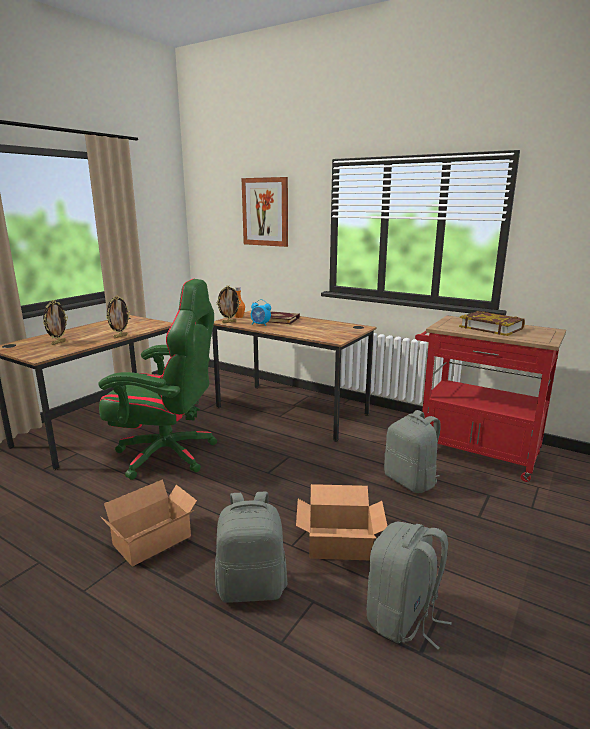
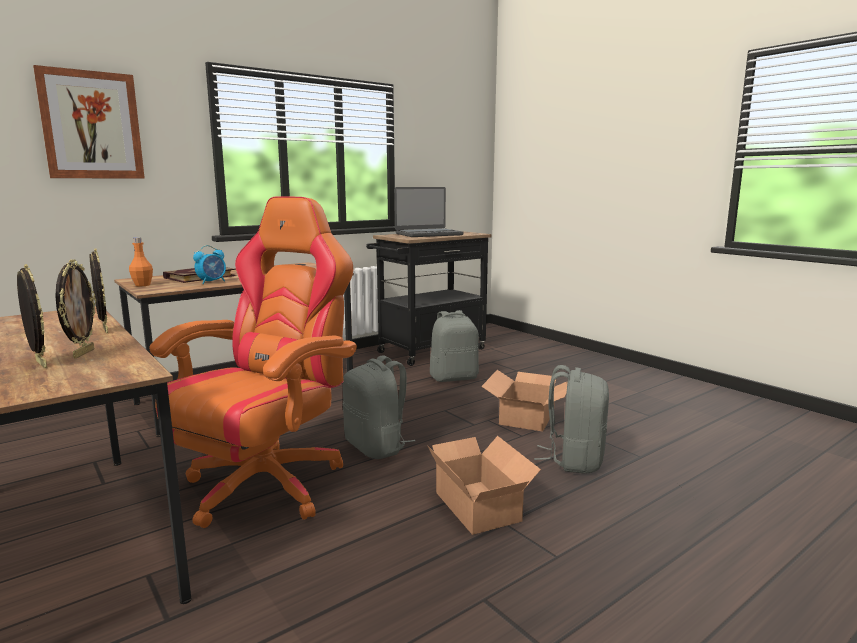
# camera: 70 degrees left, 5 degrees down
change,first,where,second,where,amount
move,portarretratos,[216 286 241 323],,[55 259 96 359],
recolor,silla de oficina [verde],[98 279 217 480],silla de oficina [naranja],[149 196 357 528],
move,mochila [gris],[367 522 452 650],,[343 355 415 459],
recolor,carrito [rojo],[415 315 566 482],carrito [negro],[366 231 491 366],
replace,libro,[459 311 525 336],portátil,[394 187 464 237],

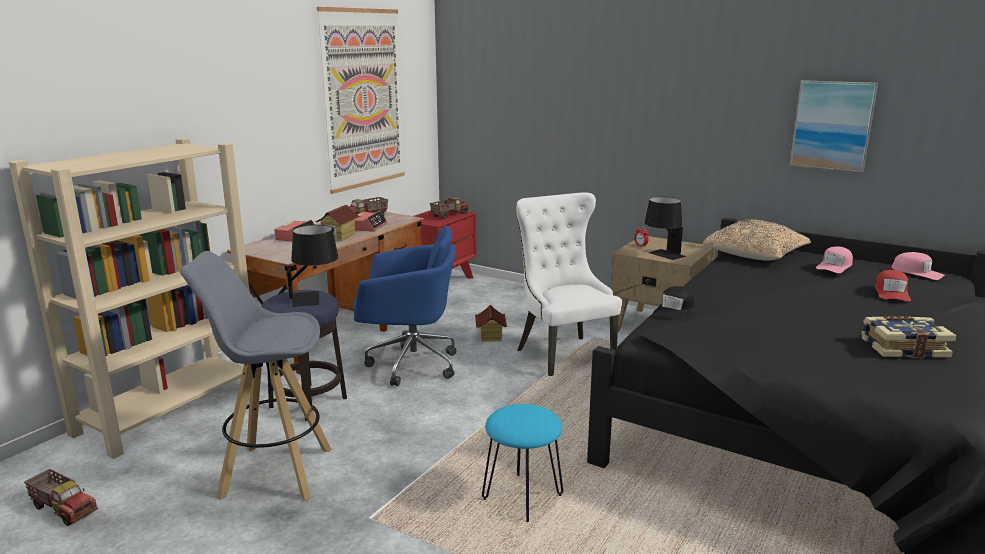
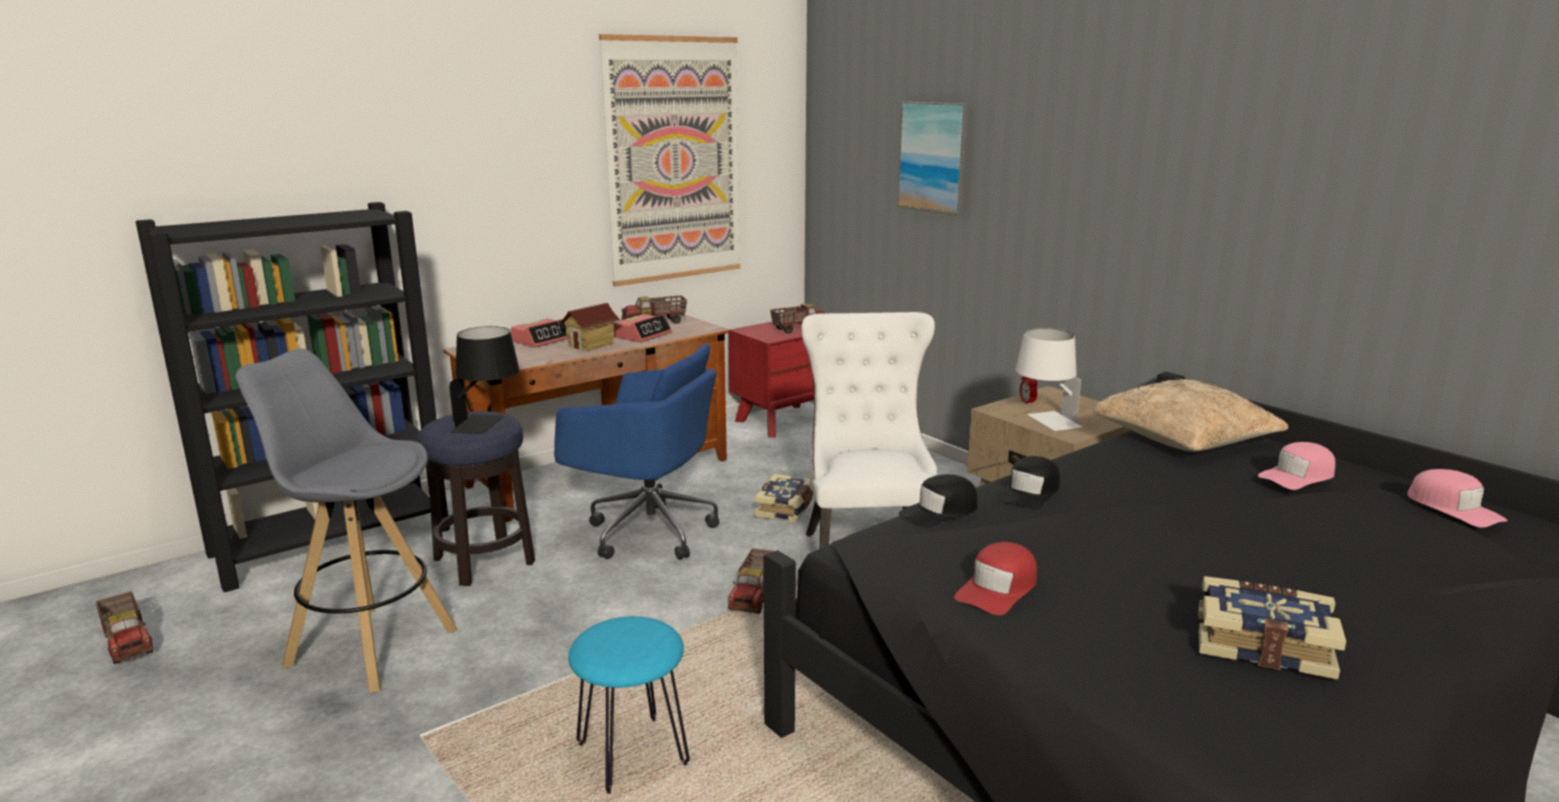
# camera: 20 degrees right, 0 degrees up
change,first,where,second,where,amount
recolor,estantería [beis],[9 138 250 459],estantería [negro],[136 202 450 592],
insert,,,camión de juguete,[728 548 774 614],
replace,casita,[475 305 507 342],libro,[754 474 814 523],
move,cuadro,[790 80 878 173],,[897 102 969 216],
move,gorra [rojo],[875 270 911 301],,[954 542 1037 615],
insert,,,gorra [negro],[997 456 1060 510],
recolor,lámpara de mesa [negro],[644 197 686 260],lámpara de mesa [blanco],[1016 328 1082 431],

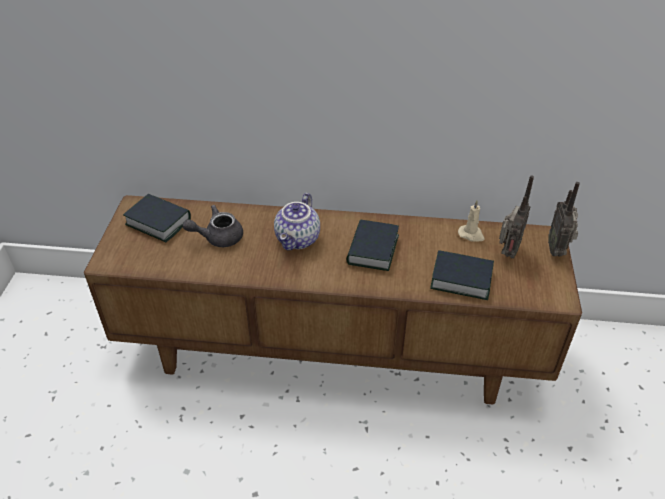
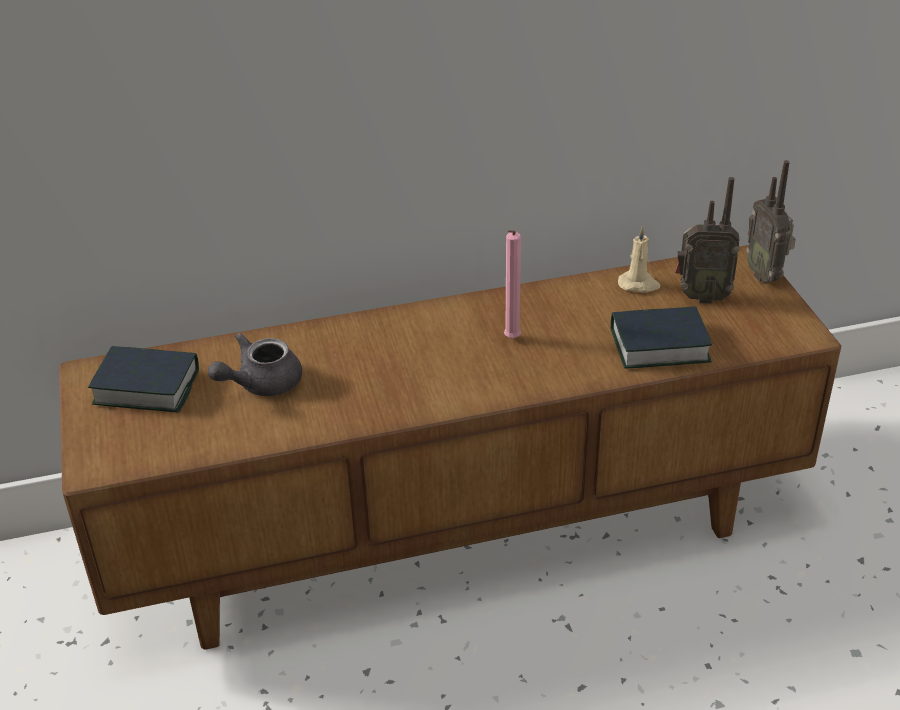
# camera: 20 degrees left, 5 degrees down
change,first,where,second,where,amount
replace,libro,[347 219 399 271],vela [rosa],[504 230 521 339],
rotate,radio,[499 175 534 259],,[675 177 740 304],90 degrees clockwise
delete,tetera,[274 193 320 250],,,

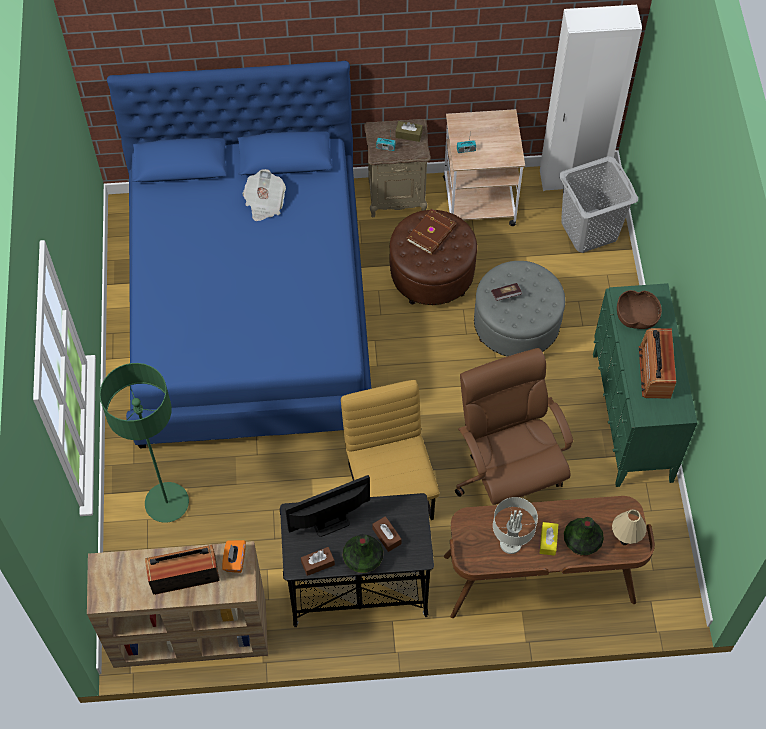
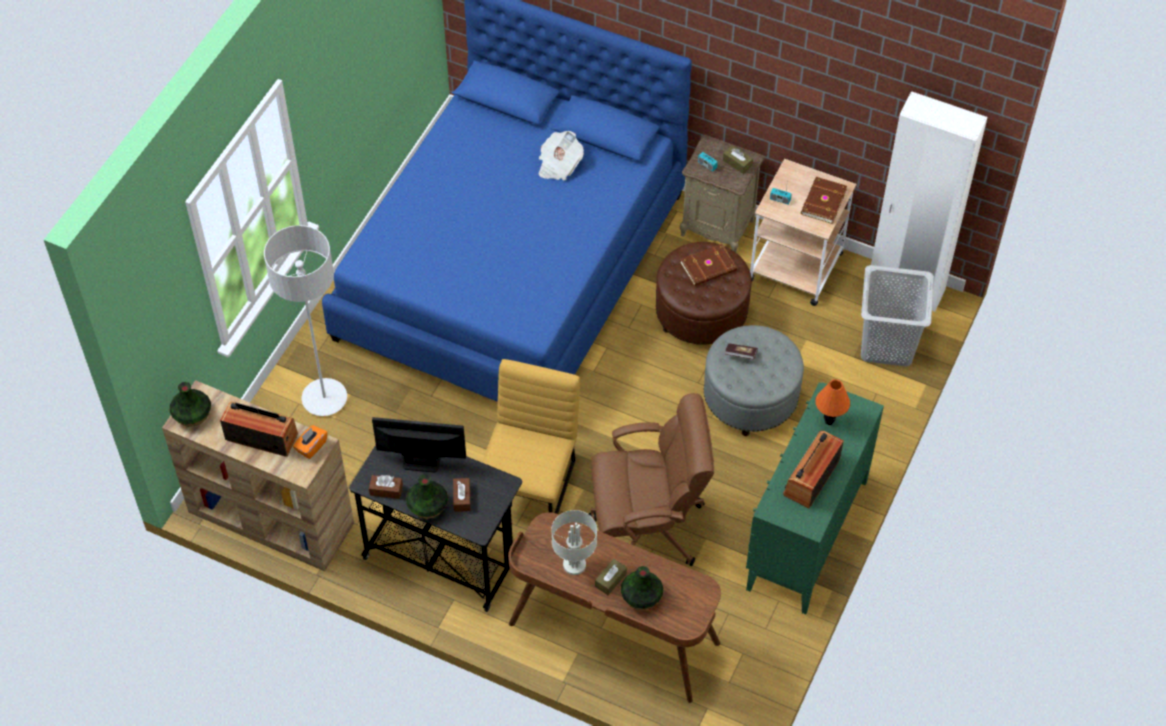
# camera: 30 degrees right, 5 degrees down
change,first,where,second,where,amount
insert,,,florero,[170 382 211 427],
recolor,lámpara de pie [verde],[99 363 189 523],lámpara de pie [gris],[264 225 347 416],
rotate,silla de oficina [marrón],[455 348 573 505],,[589 393 714 566],75 degrees clockwise
recolor,caja de pañuelos [amarillo],[540 522 558 556],caja de pañuelos [marrón],[595 559 627 595],
insert,,,libro [marrón],[801 177 847 224],
replace,cuenco [marrón],[617 290 662 329],lámpara de mesa [naranja],[815 379 850 425],
delete,lámpara de mesa [beis],[612 509 646 545],,,

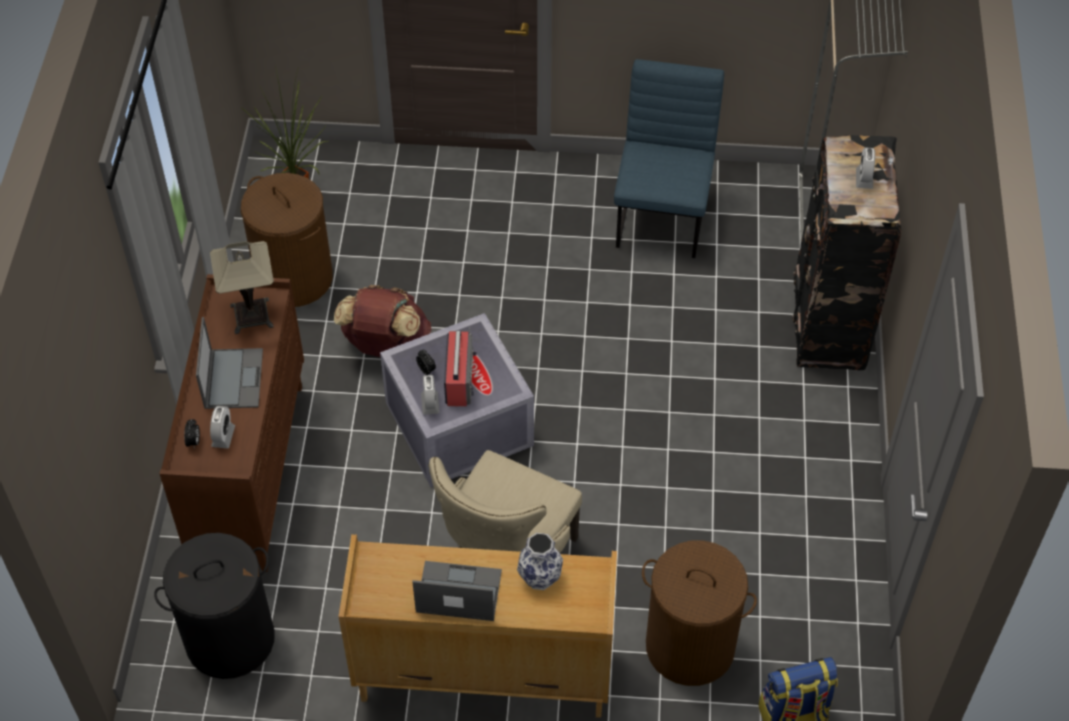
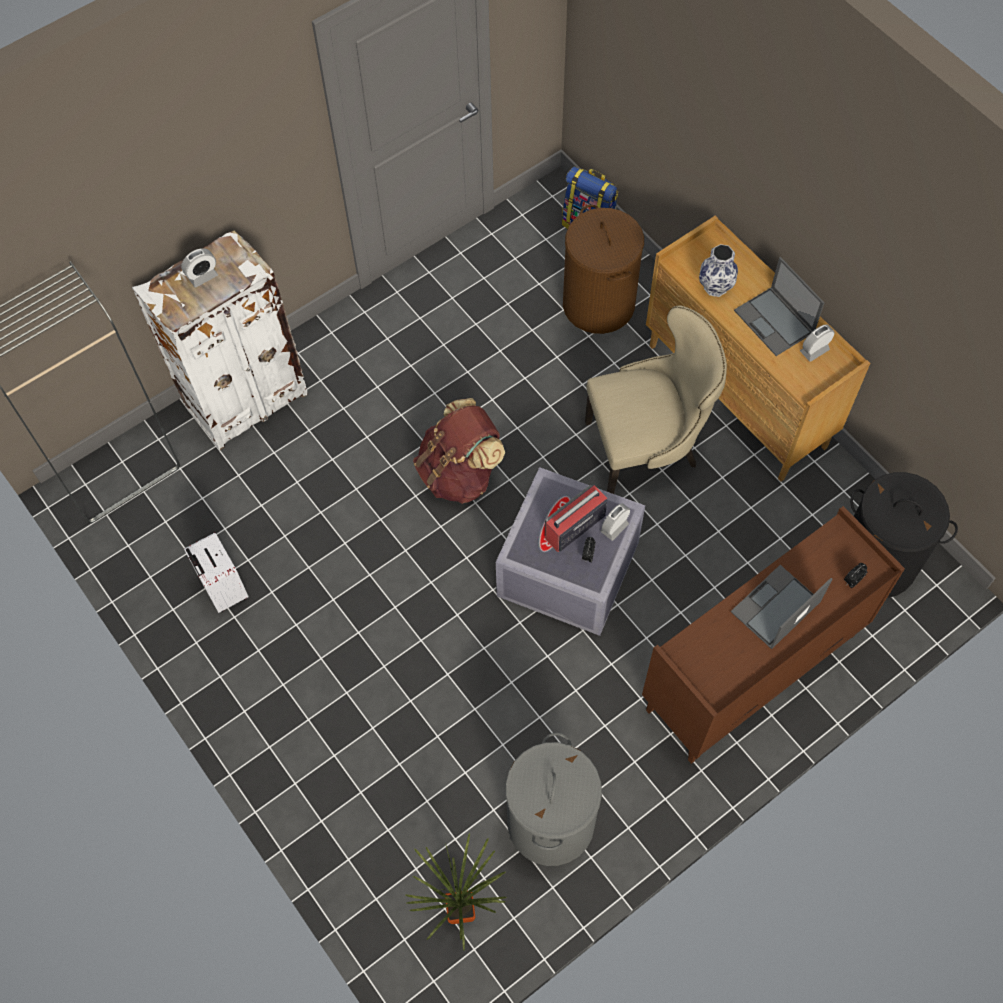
# camera: 130 degrees left, 10 degrees up
change,first,where,second,where,amount
recolor,armario [negro],[792 135 901 370],armario [blanco],[132 231 307 450],
replace,silla [azul],[614 59 724 258],maleta [blanco],[184 532 248 613],
move,mochila [marrón],[334 285 431 357],,[413 398 505 504],
recolor,cesto de la ropa [marrón],[241 173 333 307],cesto de la ropa [gris],[505 733 602 866],
move,despertador,[210 406 235 449],,[800 325 835 362],
delete,lámpara de mesa,[210 241 274 334],,,

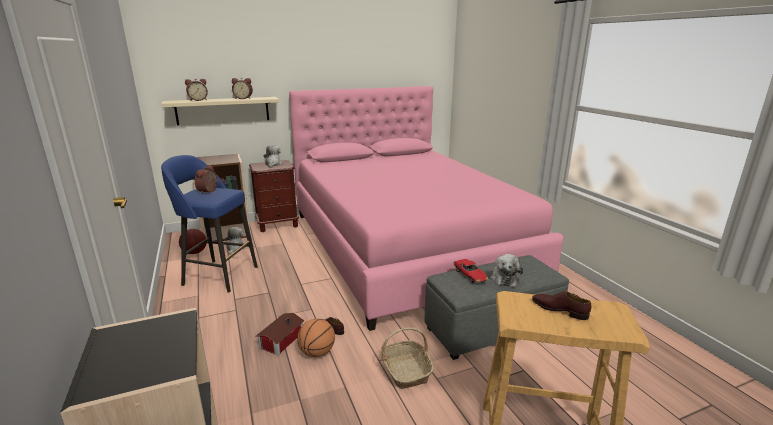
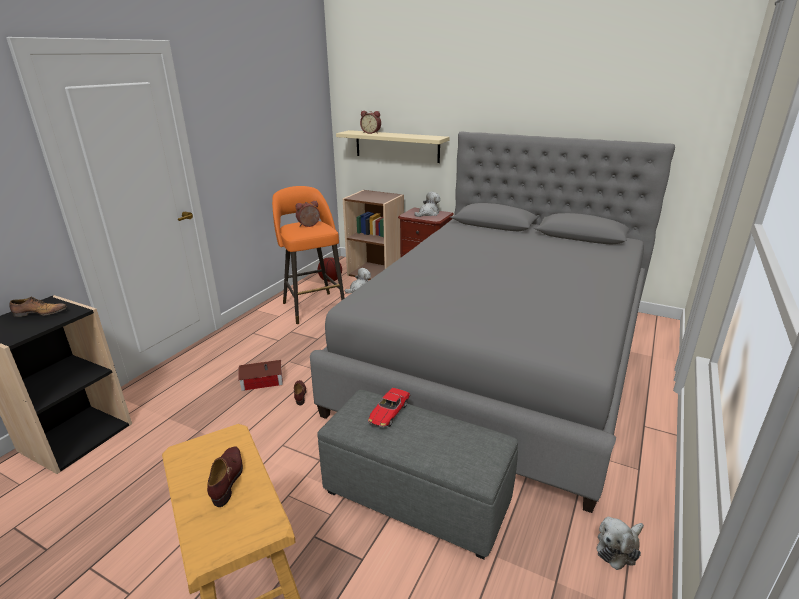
# camera: 50 degrees right, 5 degrees up
change,first,where,second,where,amount
insert,,,zapato,[9 297 67 317],
recolor,taburete [azul],[161 155 258 293],taburete [naranja],[272 186 345 324],
recolor,cama [rosa],[289 86 564 331],cama [gris],[310 132 675 513],
move,peluche,[490 254 523 287],,[597 517 644 570],
delete,despertador,[232 78 253 99],,,
delete,balón de baloncesto,[297 319 335 357],,,
delete,cesta,[381 328 433 389],,,

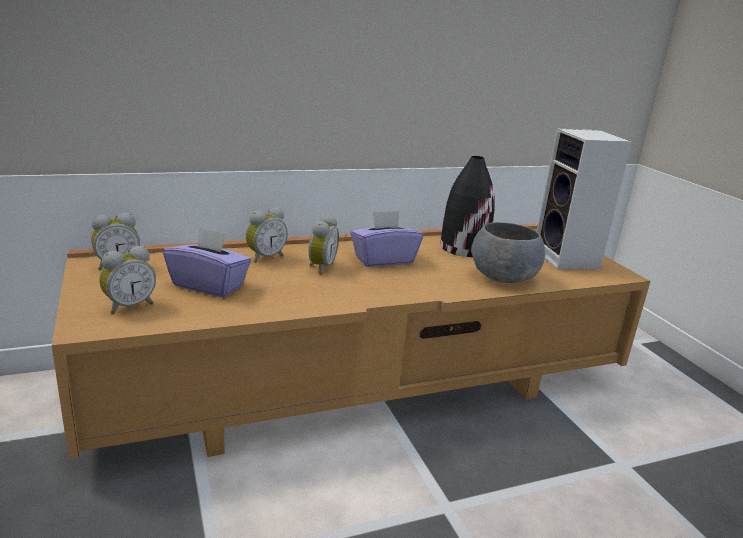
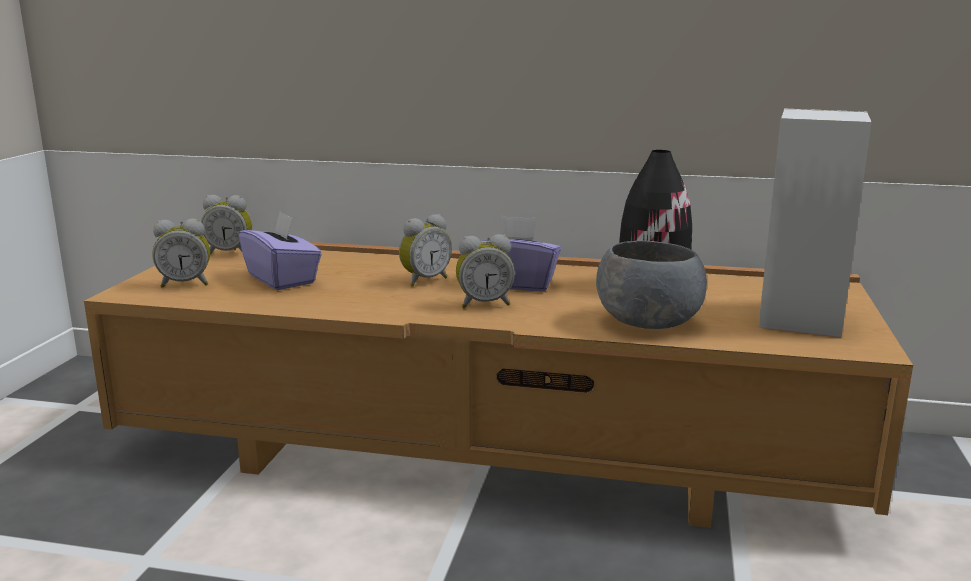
# camera: 35 degrees right, 5 degrees down
change,first,where,second,where,amount
move,despertador,[246 207 288 263],,[456 234 515 308],

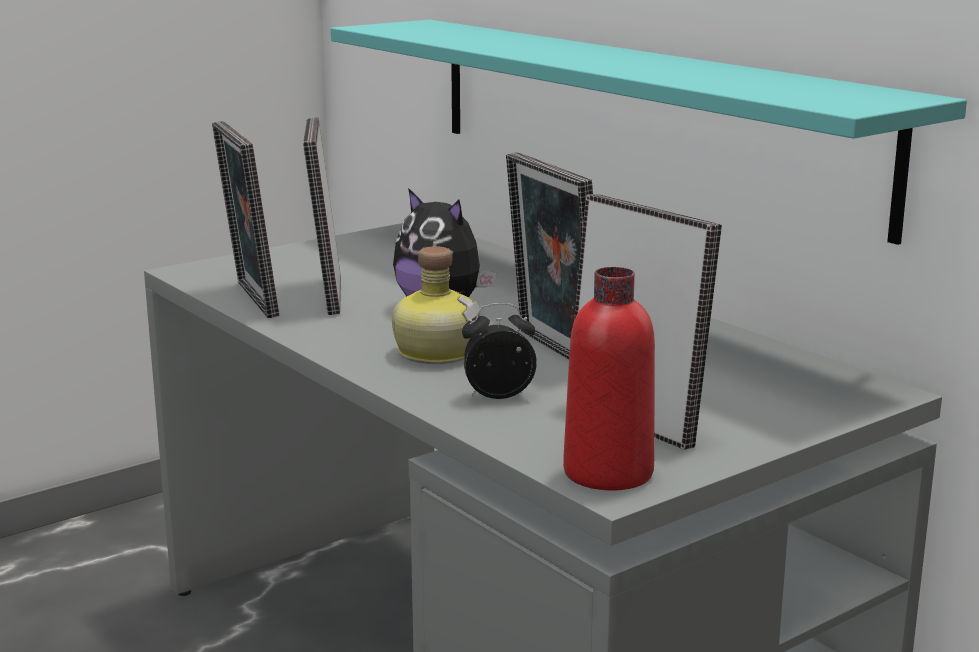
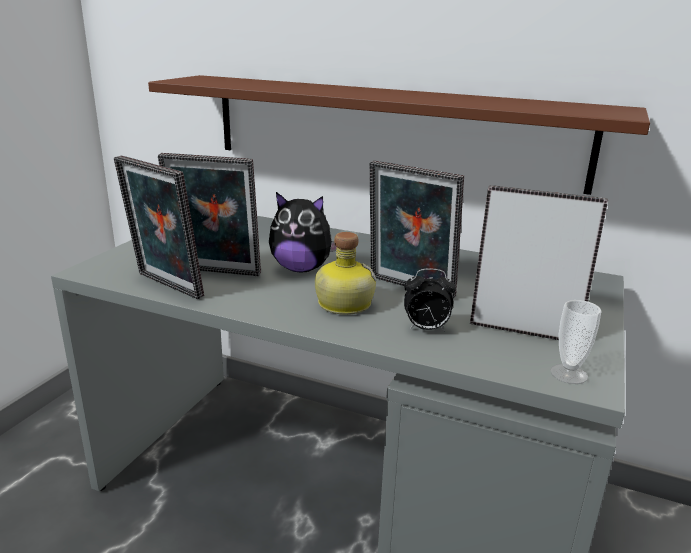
# camera: 30 degrees left, 5 degrees up
change,first,where,second,where,amount
recolor,estante [turquesa],[331 20 967 245],estante [marrón],[148 75 650 195],
rotate,portarretratos,[303 118 341 315],,[158 153 261 276],45 degrees counterclockwise
rotate,despertador,[462 303 537 399],,[404 268 456 331],135 degrees counterclockwise
replace,botella [rojo],[563 267 655 490],taza,[550 300 602 384],

